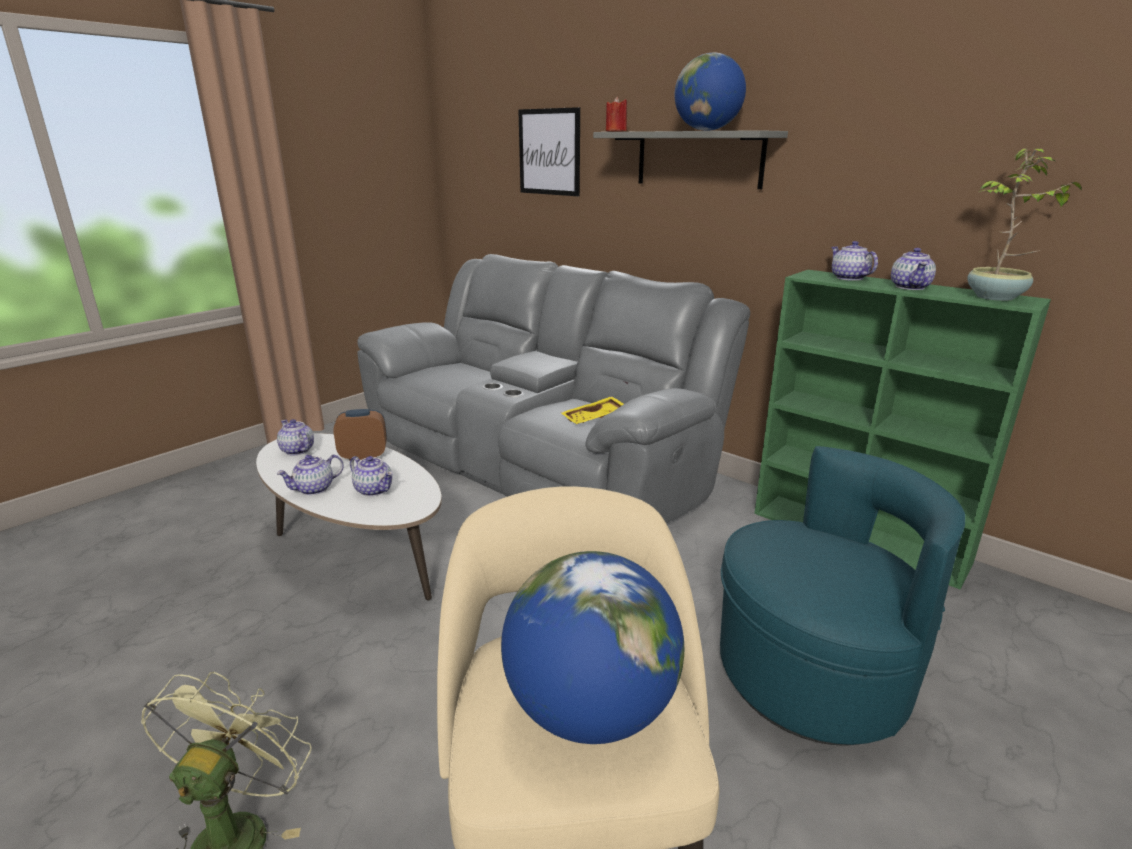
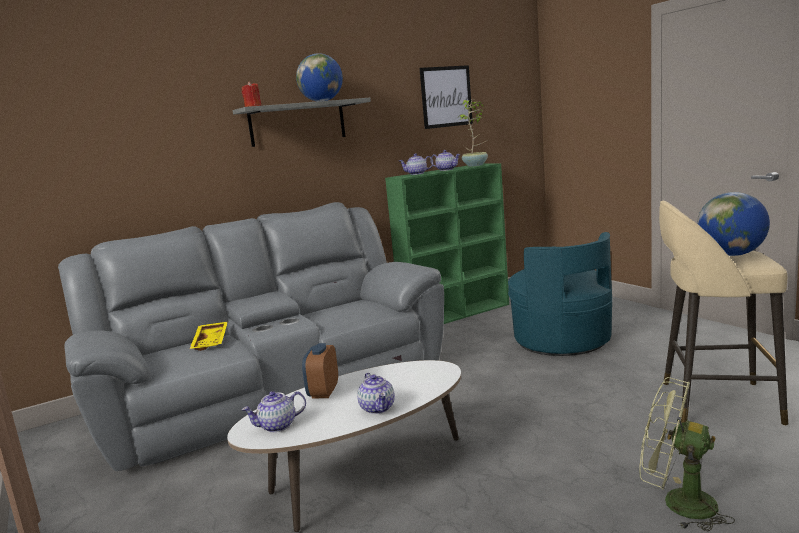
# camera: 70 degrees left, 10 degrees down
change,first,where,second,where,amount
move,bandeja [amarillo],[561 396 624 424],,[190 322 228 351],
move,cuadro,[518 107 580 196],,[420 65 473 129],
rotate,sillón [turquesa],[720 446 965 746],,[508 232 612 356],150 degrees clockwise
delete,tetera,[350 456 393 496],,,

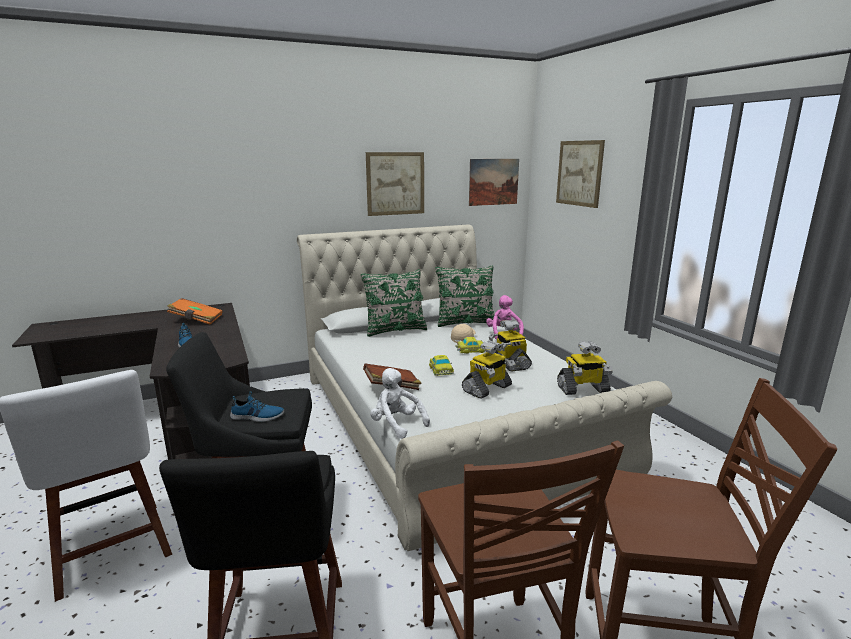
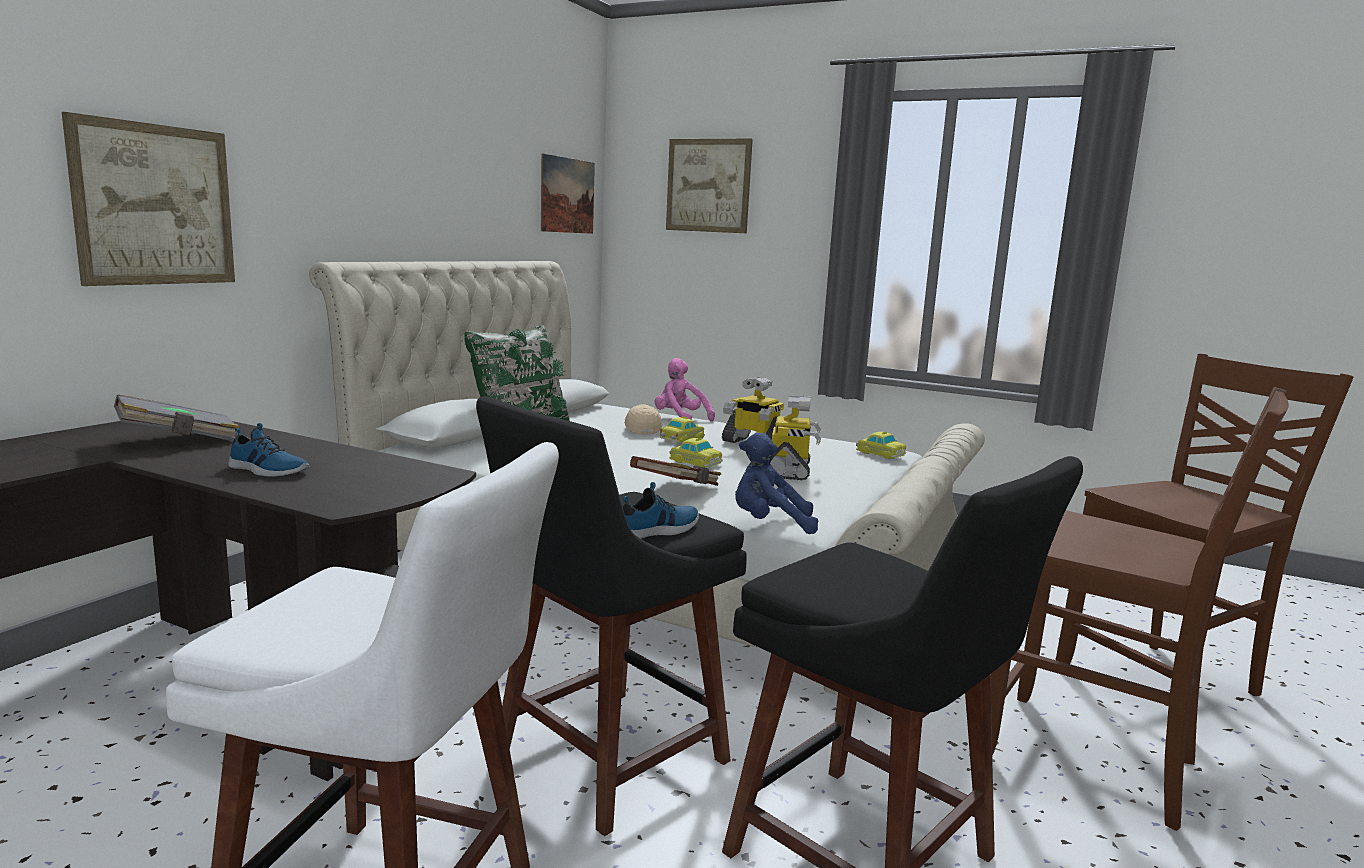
# camera: 40 degrees left, 5 degrees down
change,first,where,second,where,amount
move,cuadro,[366 152 424 216],,[62 112 235 286],
recolor,libro [naranja],[167 298 223 325],libro [gris],[114 394 241 441],
recolor,peluche [blanco],[370 368 430 439],peluche [azul],[735 432 818 534],
replace,robot de juguete,[557 341 613 395],coche de juguete,[856 432 906 459],
delete,cojín [verde],[435 265 494 327],,,

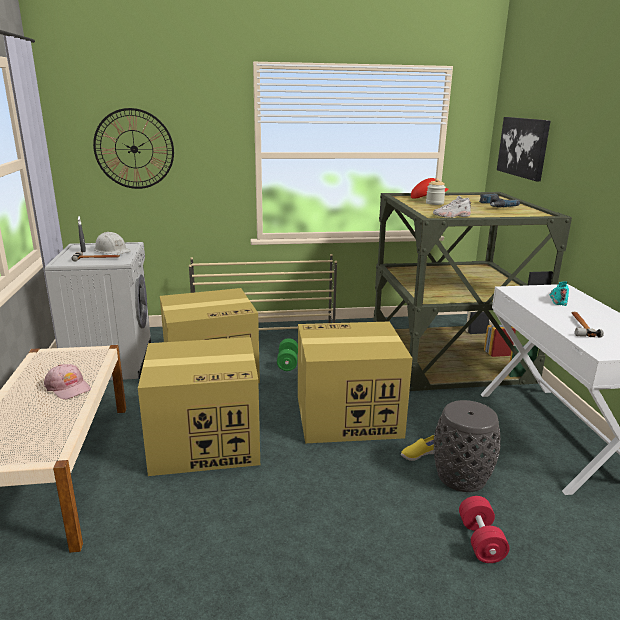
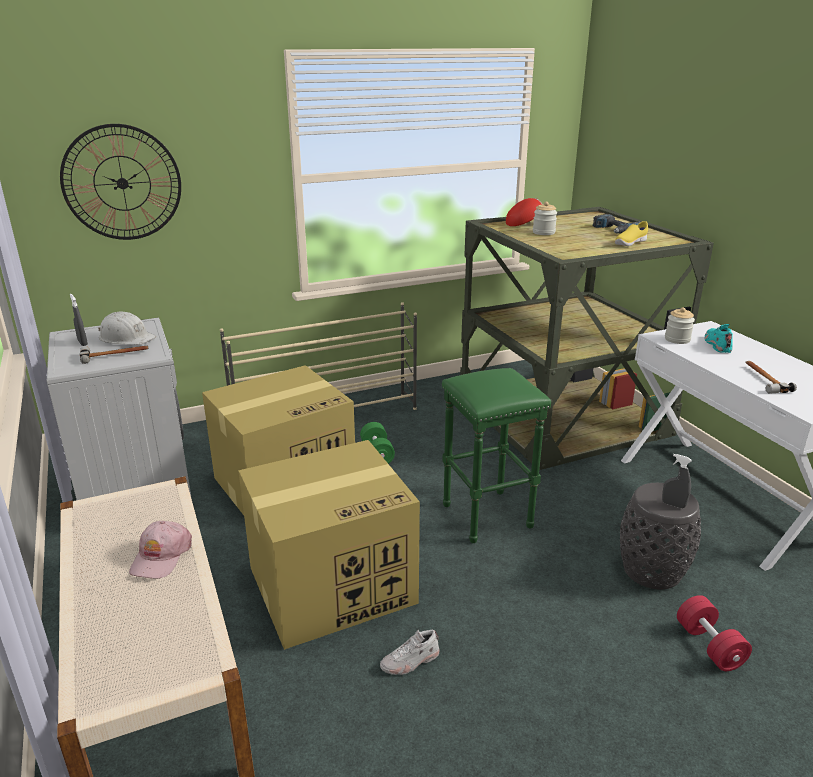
# camera: 15 degrees left, 5 degrees up
change,first,where,second,where,amount
rotate,gorra [rosa],[44 364 91 400],,[129 521 192 579],75 degrees clockwise
move,zapato [blanco],[433 195 471 218],,[380 629 439 675],
replace,caja de cartón,[298 321 412 443],taburete [verde],[442 368 551 543],
move,zapato [amarillo],[401 435 434 461],,[615 221 648 246],
insert,,,pulverizador [gris],[662 454 692 509],
insert,,,tarro,[665 307 695 344],
delete,cuadro,[497 117 550 181],,,

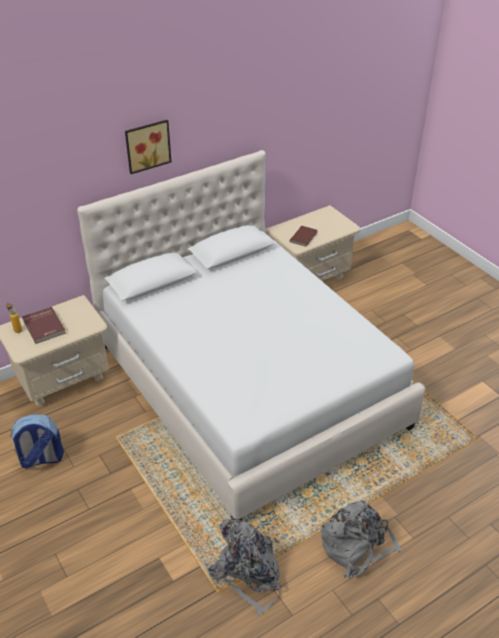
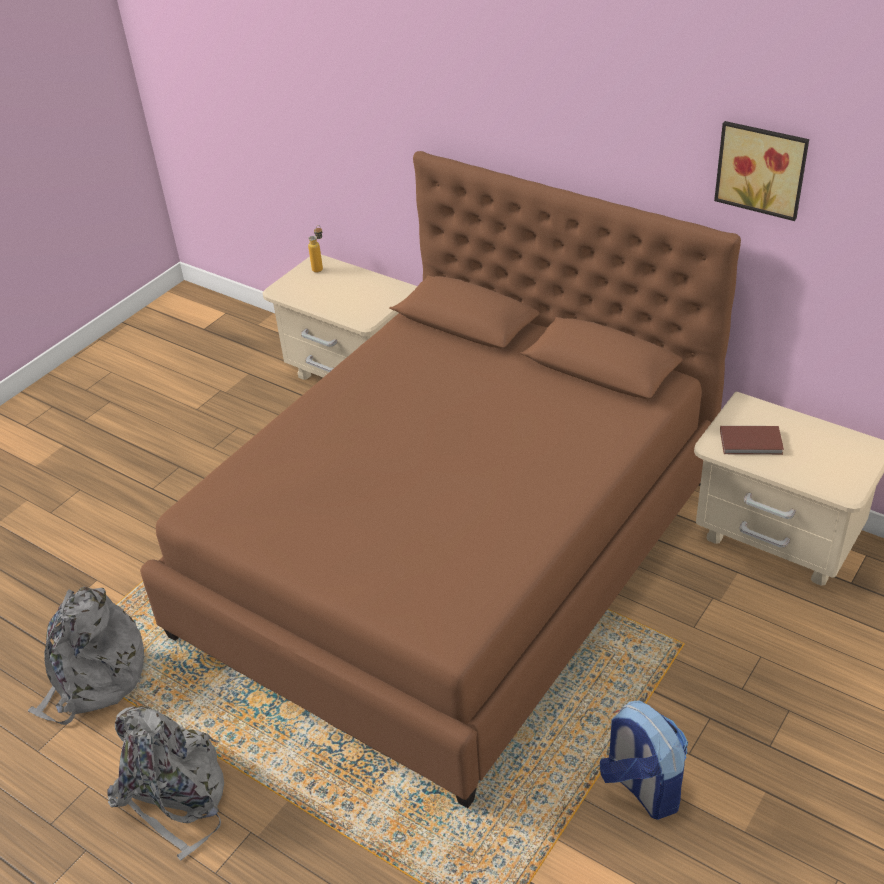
# camera: 70 degrees right, 0 degrees up
change,first,where,second,where,amount
recolor,cama [blanco],[77 150 426 520],cama [marrón],[140 151 741 808],
move,mochila,[10 415 64 468],,[600 701 688 820],
move,cuadro,[125 120 171 174],,[714 121 809 221],
delete,libro [rojo],[22 307 66 344],,,

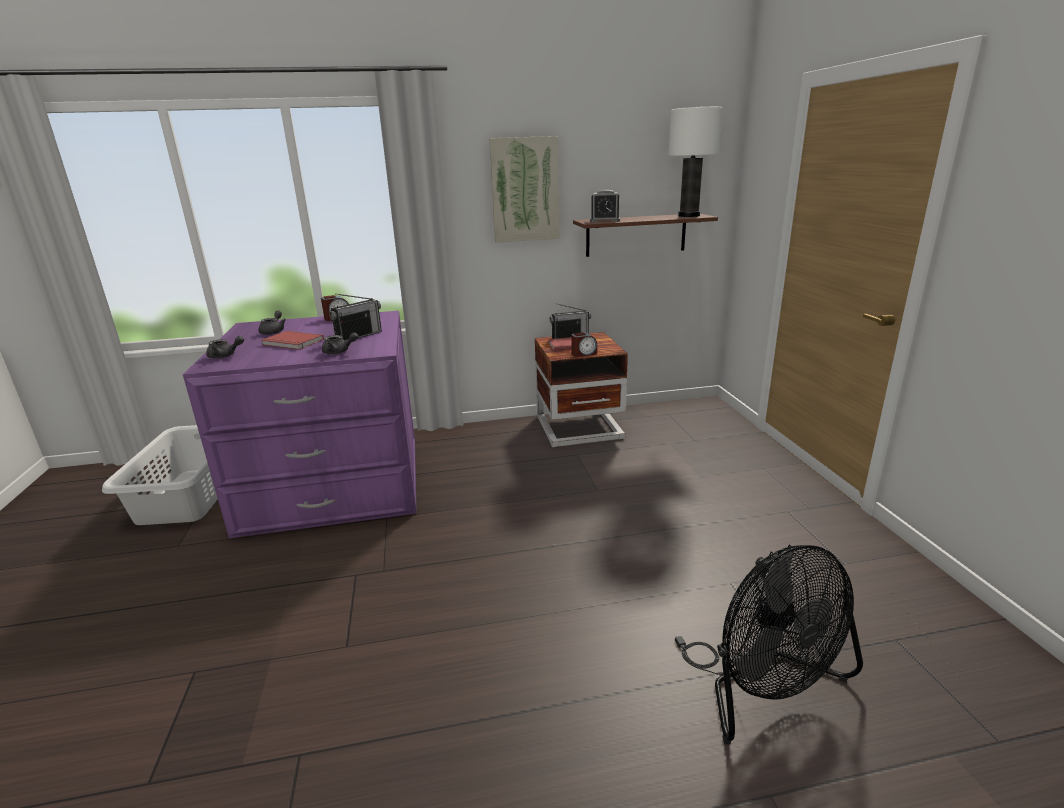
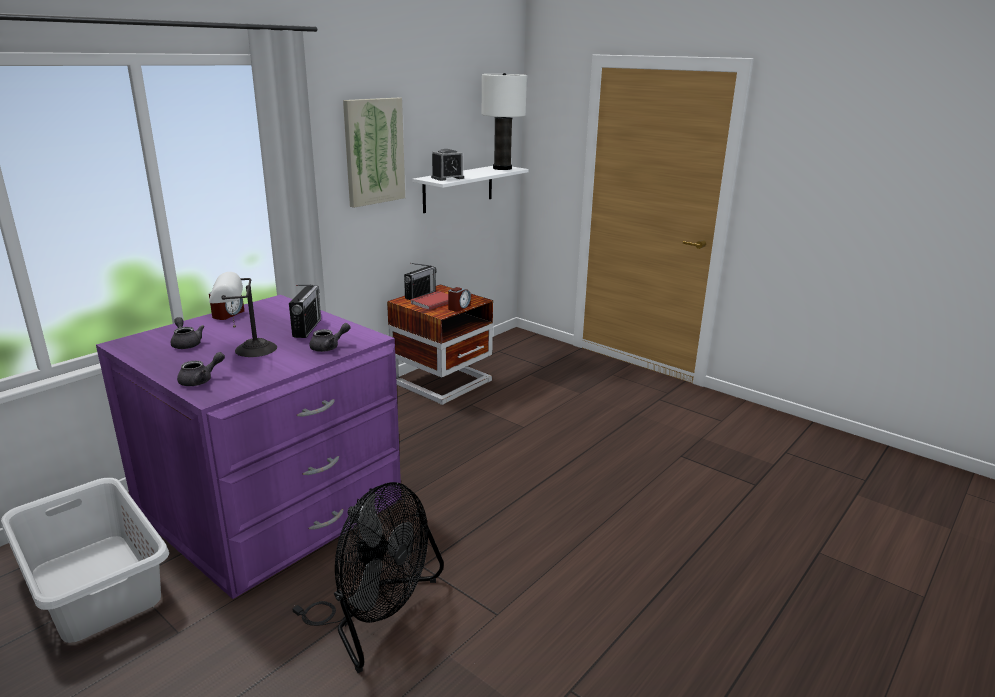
# camera: 40 degrees left, 0 degrees up
change,first,where,second,where,amount
replace,libro [rojo],[261 331 324 350],lámpara de mesa,[209 272 277 357],
move,ventilador [negro],[675 544 863 745],,[292 482 444 673],
recolor,estante [marrón],[573 214 718 257],estante [blanco],[412 166 529 213],

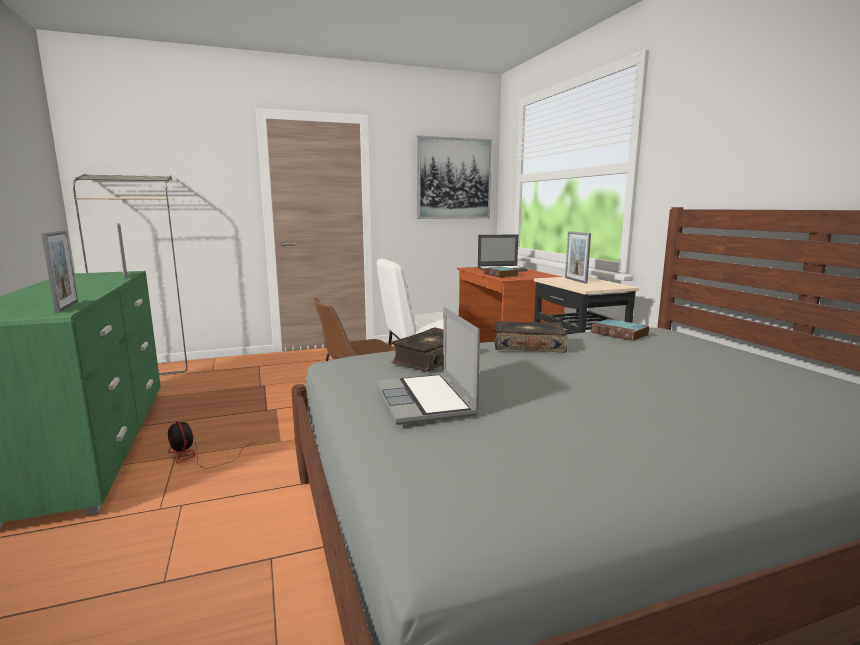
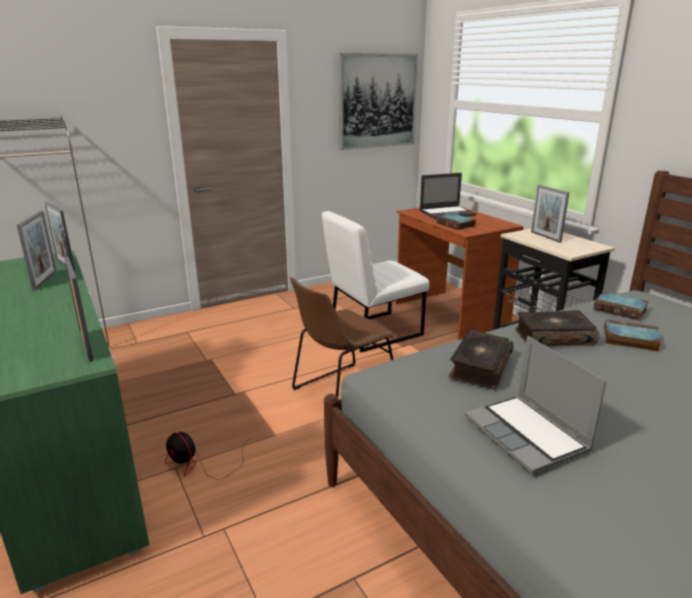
# camera: 10 degrees left, 10 degrees up
change,first,where,second,where,amount
insert,,,portarretratos,[17 211 57 291],
insert,,,libro,[604 319 662 352],

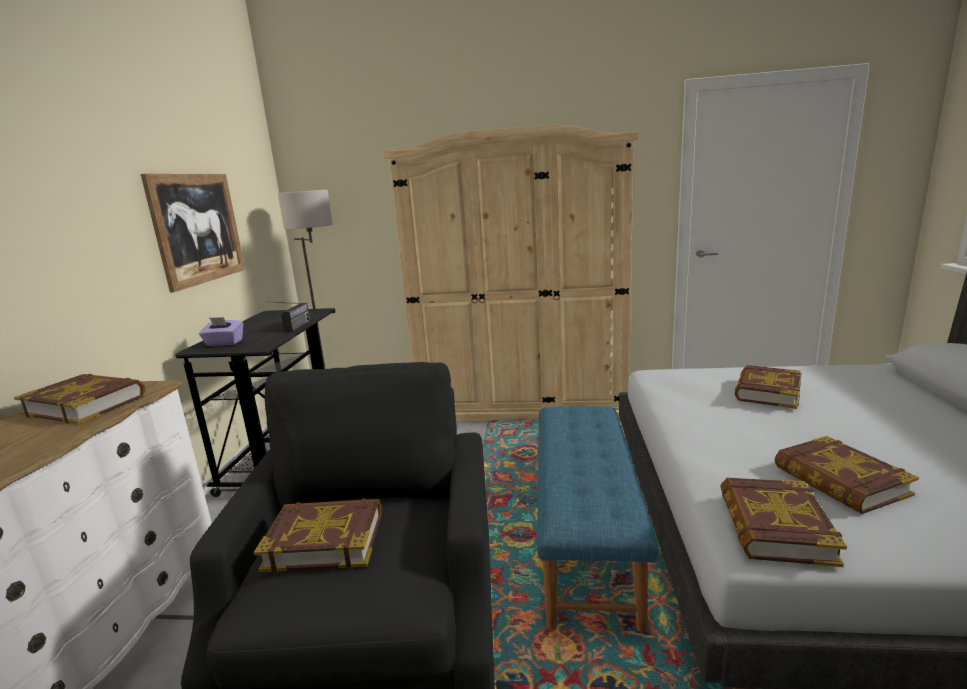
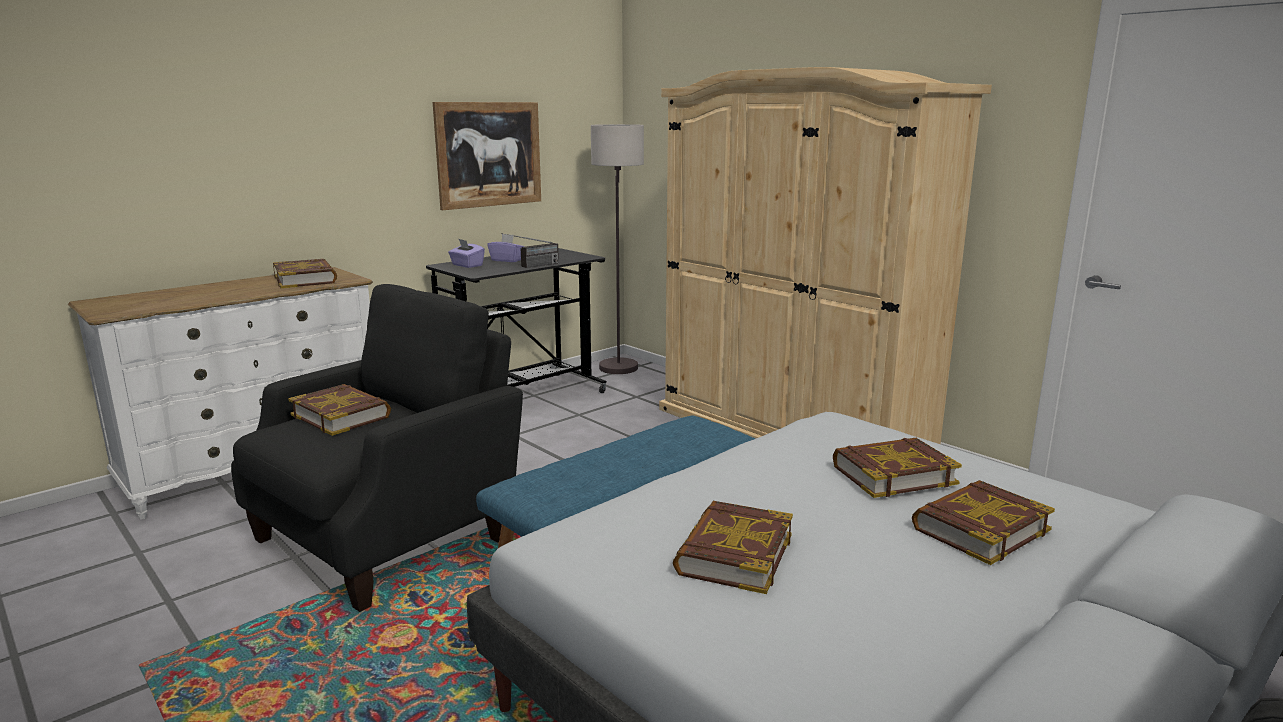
# camera: 40 degrees right, 0 degrees up
change,first,where,second,where,amount
insert,,,caja de pañuelos [morado],[487 234 525 262],
move,libro,[720 478 847 567],,[912 480 1055 565],

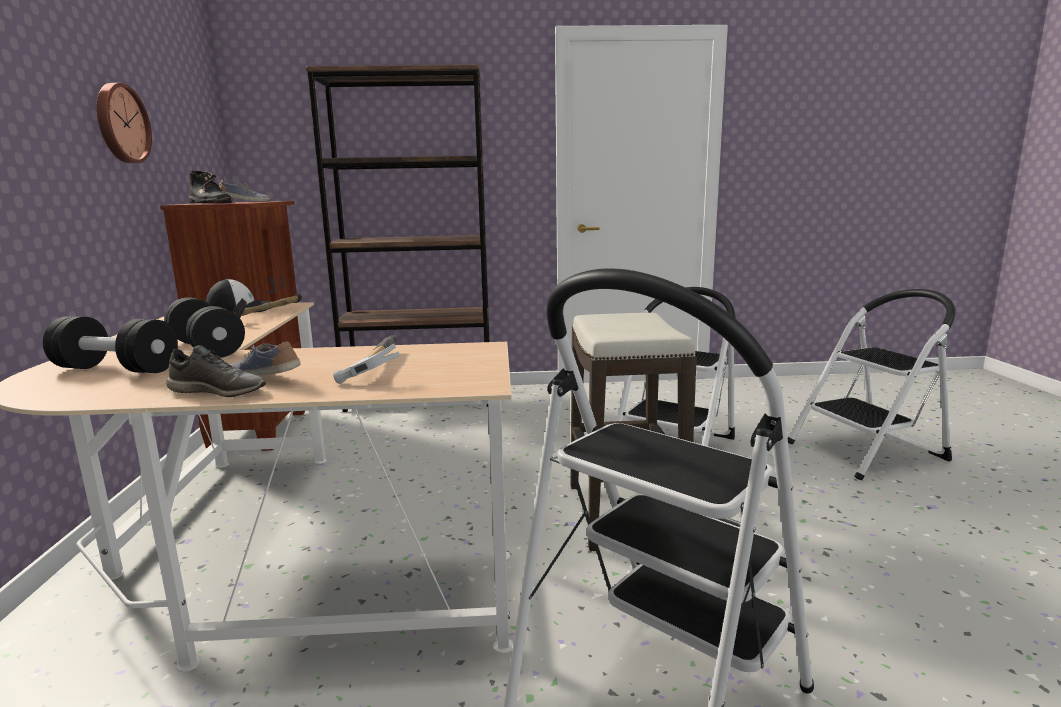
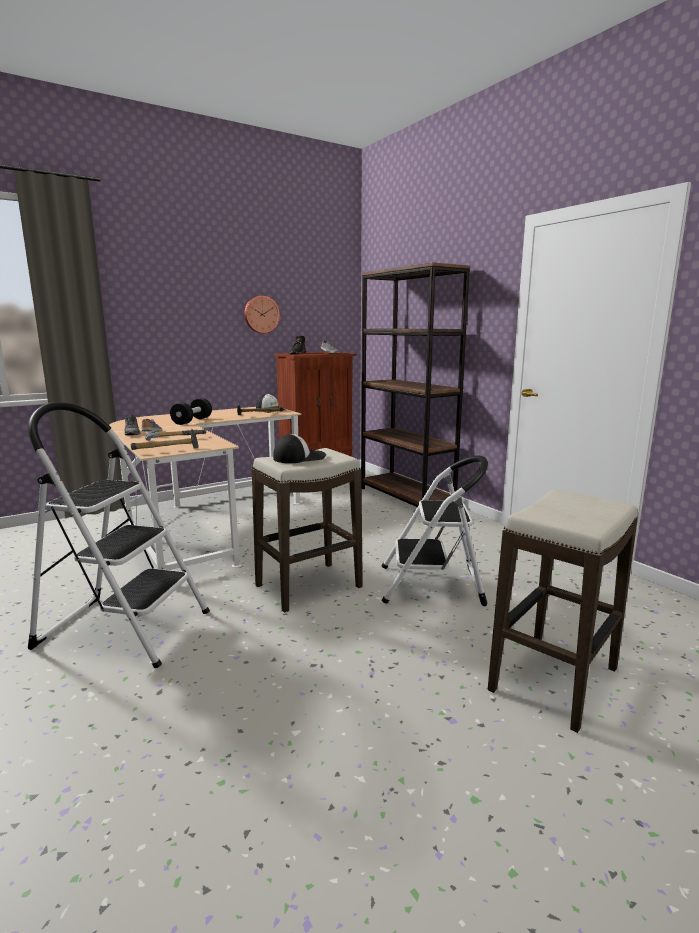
# camera: 60 degrees right, 0 degrees up
change,first,where,second,where,amount
insert,,,martillo,[131 429 199 450],
insert,,,gorra,[273 434 326 463],
replace,escalera de tijera,[788 289 956 480],taburete,[488 489 638 733],
delete,mancuerna [negro],[43 316 178 373],,,

